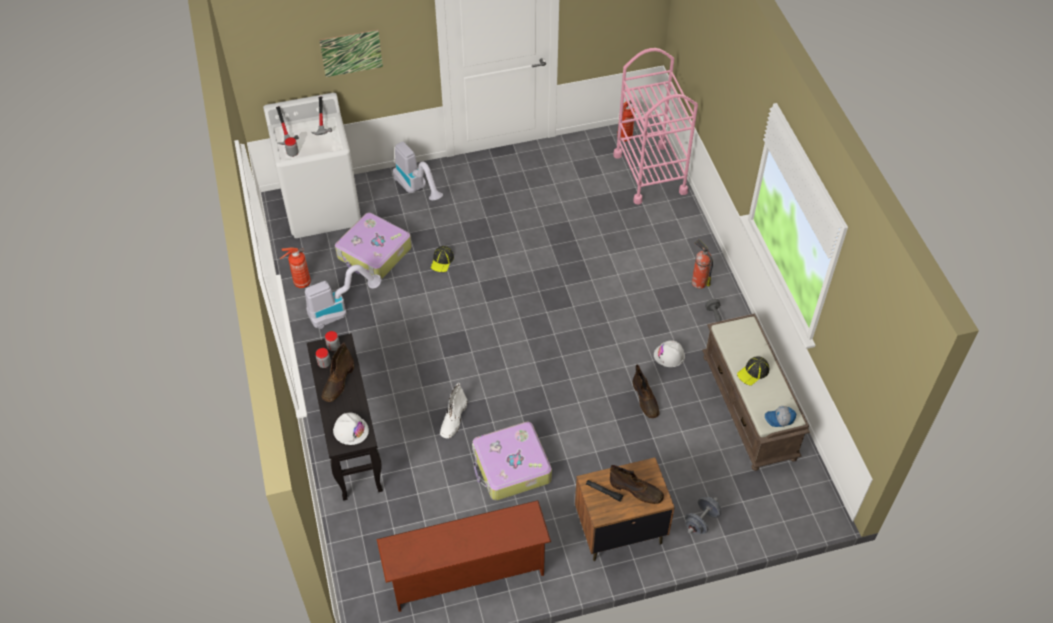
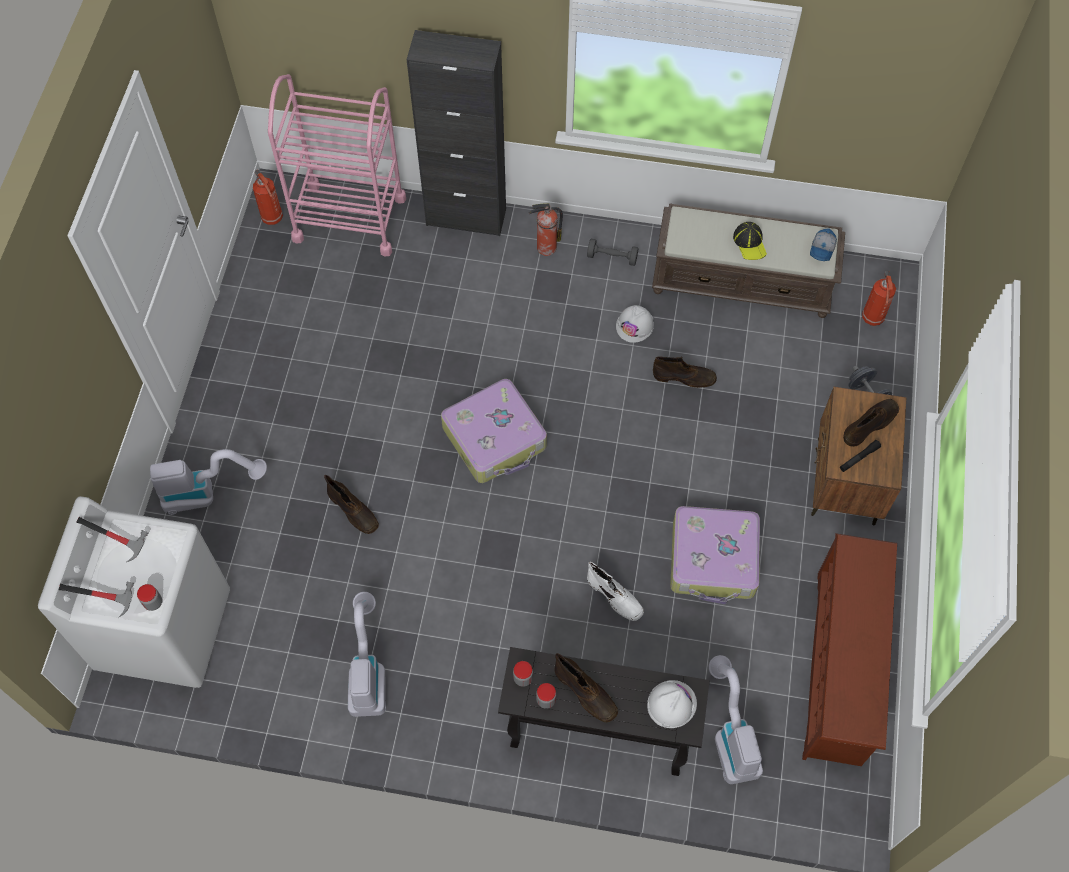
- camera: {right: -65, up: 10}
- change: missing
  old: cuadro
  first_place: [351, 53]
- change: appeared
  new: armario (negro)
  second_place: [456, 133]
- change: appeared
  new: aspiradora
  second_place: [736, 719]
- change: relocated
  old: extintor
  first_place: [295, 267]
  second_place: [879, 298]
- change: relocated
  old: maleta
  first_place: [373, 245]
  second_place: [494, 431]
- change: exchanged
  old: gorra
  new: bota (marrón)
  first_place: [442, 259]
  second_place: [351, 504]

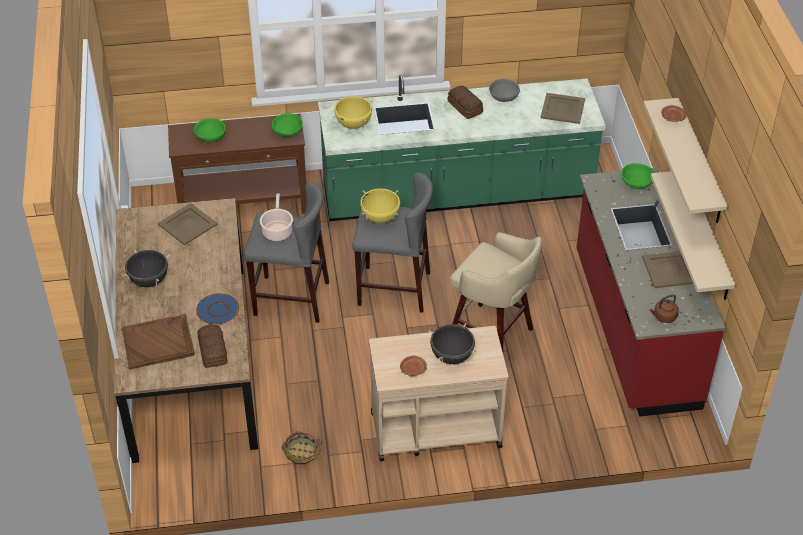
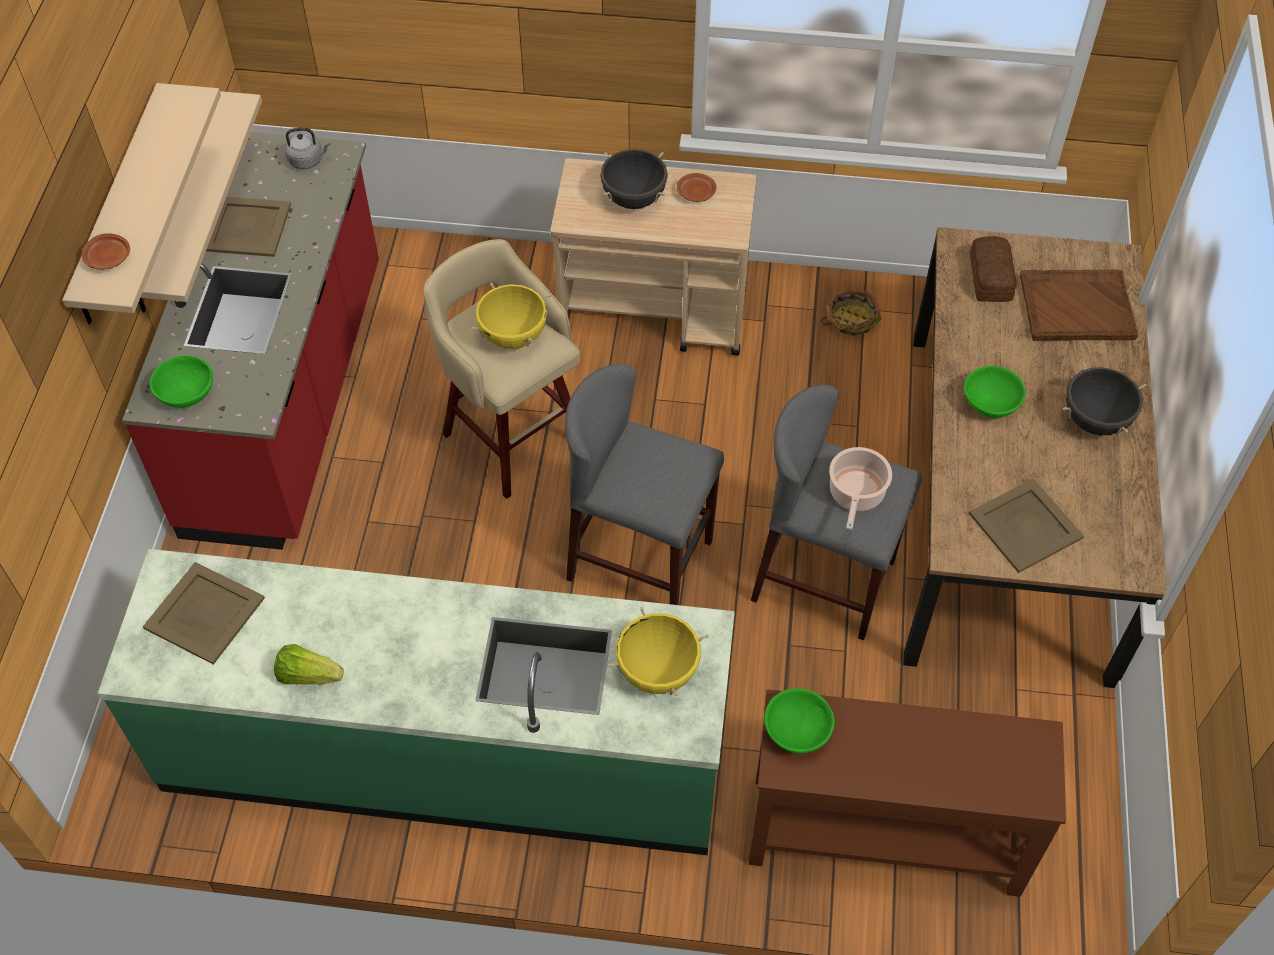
- camera: {right: -165, up: 10}
- change: missing
  old: plato (azul)
  first_place: [217, 309]
- change: missing
  old: pan
  first_place: [465, 102]
- change: relocated
  old: cuenco (verde)
  first_place: [209, 130]
  second_place: [995, 392]
- change: relocated
  old: olla (amarillo)
  first_place: [380, 205]
  second_place: [511, 316]
- change: exchanged
  old: cuenco (gris)
  new: lechuga
  first_place: [504, 90]
  second_place: [309, 664]
- change: colour
  old: hervidor (marrón)
  new: hervidor (gris)
  first_place: [664, 308]
  second_place: [308, 148]

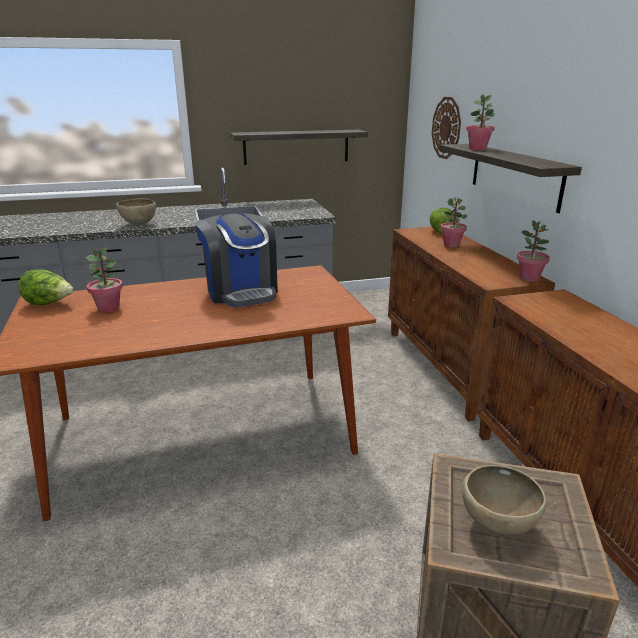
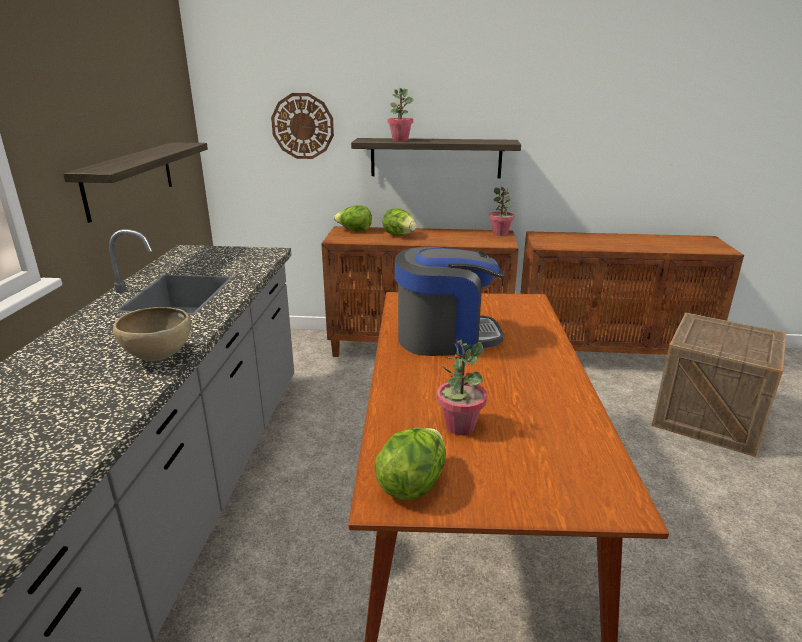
- camera: {right: -70, up: 0}
- change: missing
  old: cuenco (marrón)
  first_place: [504, 500]
- change: exchanged
  old: planta en maceta
  new: lechuga
  first_place: [454, 222]
  second_place: [399, 222]

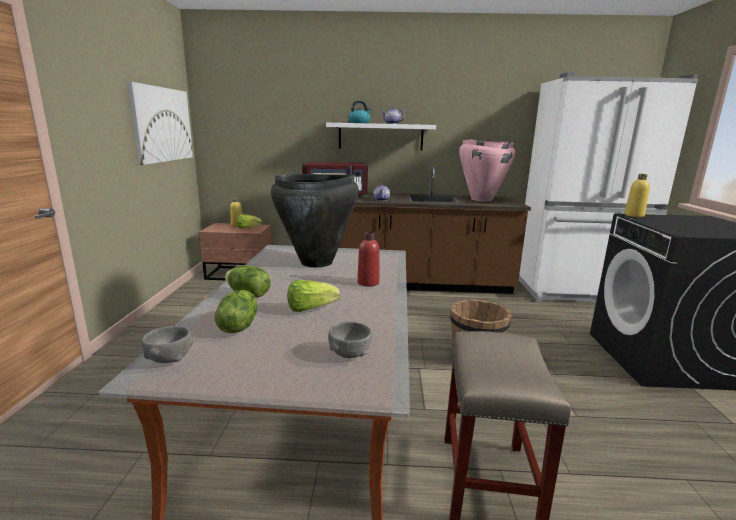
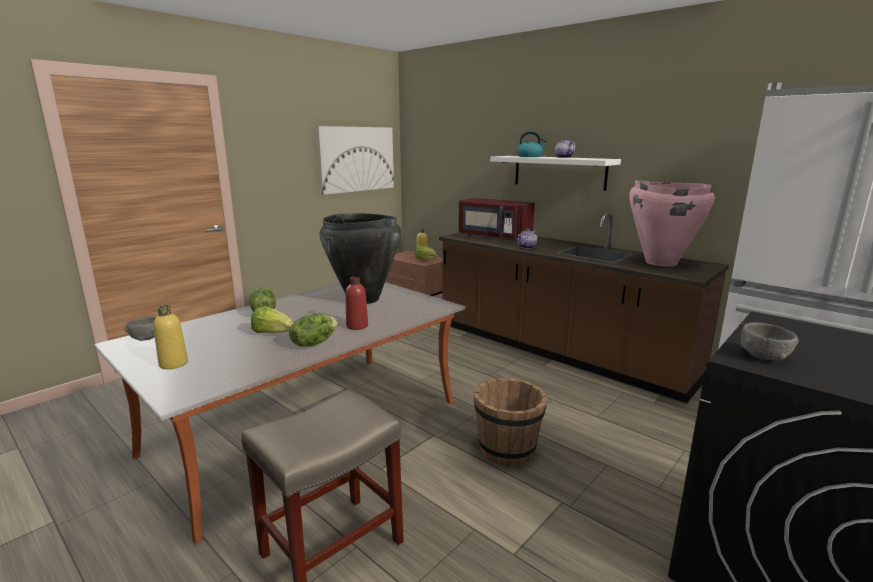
- camera: {right: 40, up: 0}
- change: relocated
  old: lechuga
  first_place: [235, 311]
  second_place: [313, 330]
- change: relocated
  old: cuenco (gris)
  first_place: [350, 340]
  second_place: [769, 341]
- change: relocated
  old: botella (amarillo)
  first_place: [637, 195]
  second_place: [170, 337]

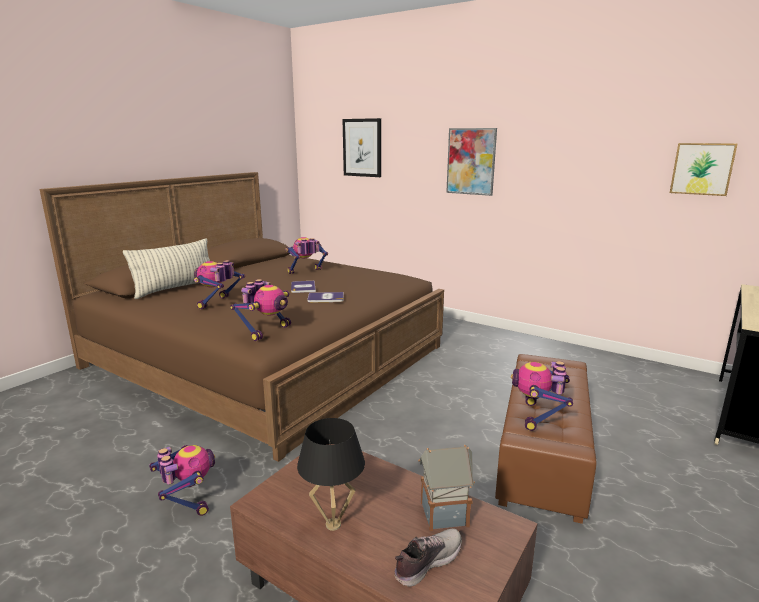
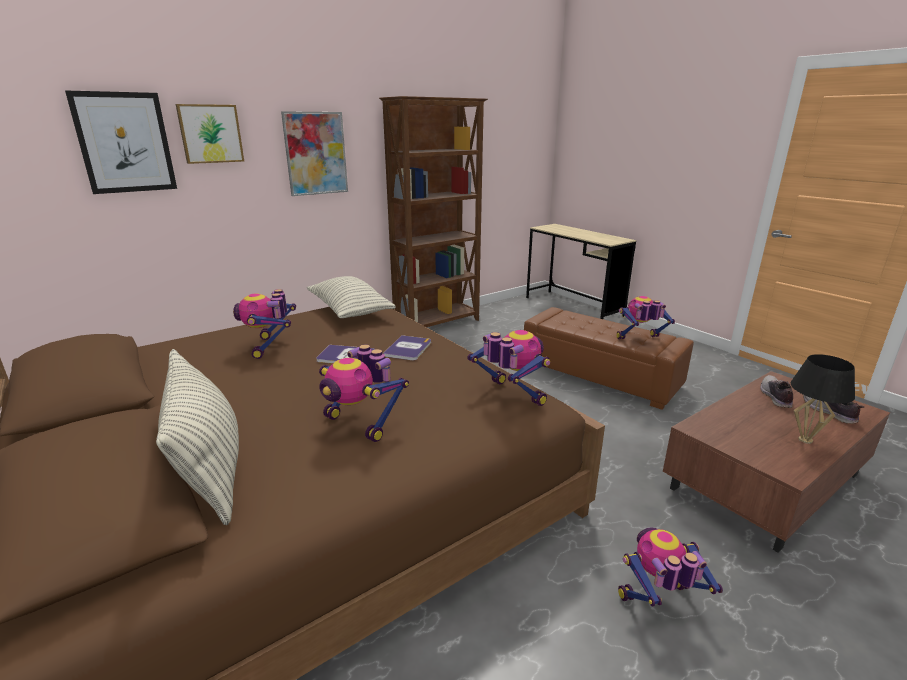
- camera: {right: -70, up: 5}
- change: appeared
  new: cojín
  second_place: [351, 297]
- change: appeared
  new: estantería (marrón)
  second_place: [433, 211]
- change: relocated
  old: cuadro
  first_place: [703, 169]
  second_place: [210, 134]
- change: exchanged
  old: casita
  new: zapato
  first_place: [446, 488]
  second_place: [776, 391]
- change: spun
  old: robot de juguete
  first_place: [542, 396]
  second_place: [645, 317]
  degrees: 135

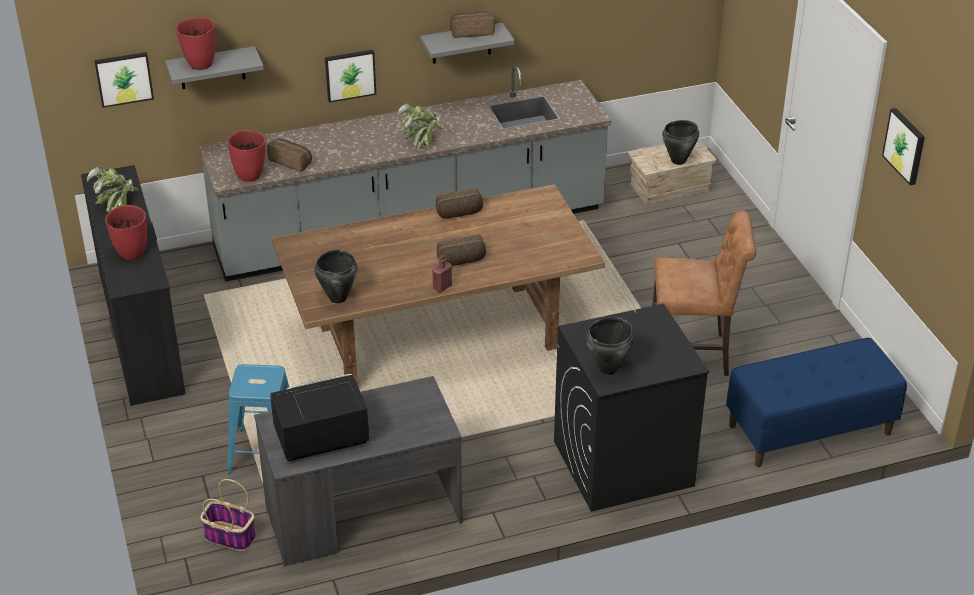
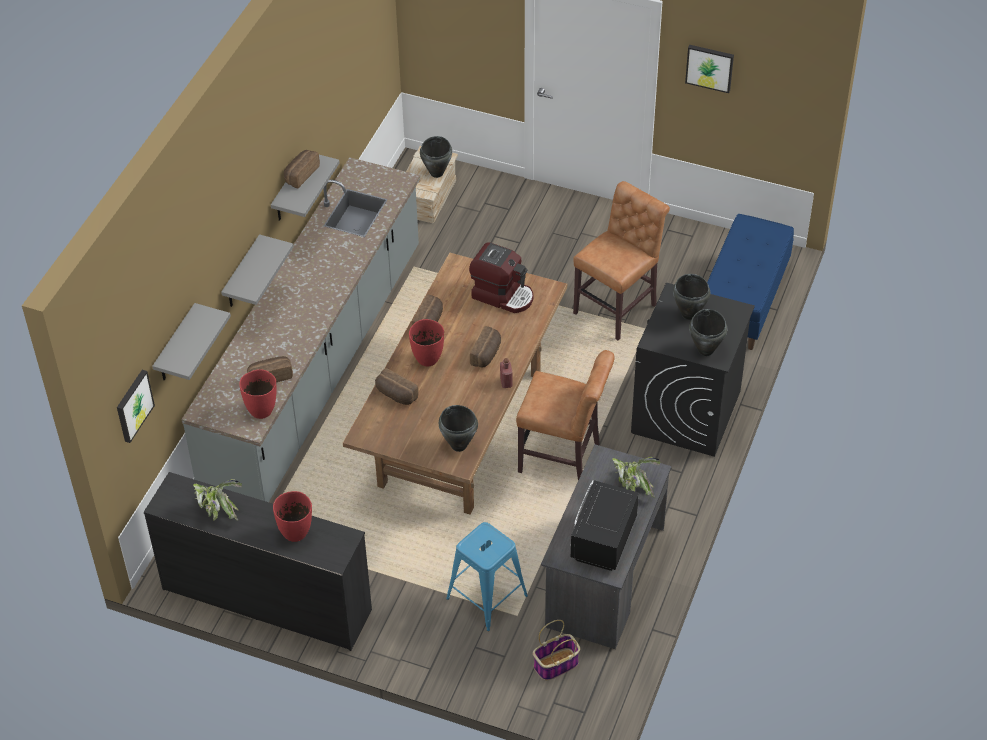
- camera: {right: -50, up: 10}
- change: appeared
  new: pan
  second_place: [397, 386]
- change: appeared
  new: cafetera
  second_place: [501, 277]
- change: appeared
  new: silla (marrón)
  second_place: [565, 415]
- change: appeared
  new: olla (negro)
  second_place: [691, 297]
- change: relocated
  old: florero (rojo)
  first_place: [196, 43]
  second_place: [426, 342]
- change: relocated
  old: planta en maceta
  first_place: [419, 126]
  second_place: [637, 477]
- change: exchanged
  old: cuadro
  new: estante (gris)
  first_place: [350, 76]
  second_place: [257, 270]

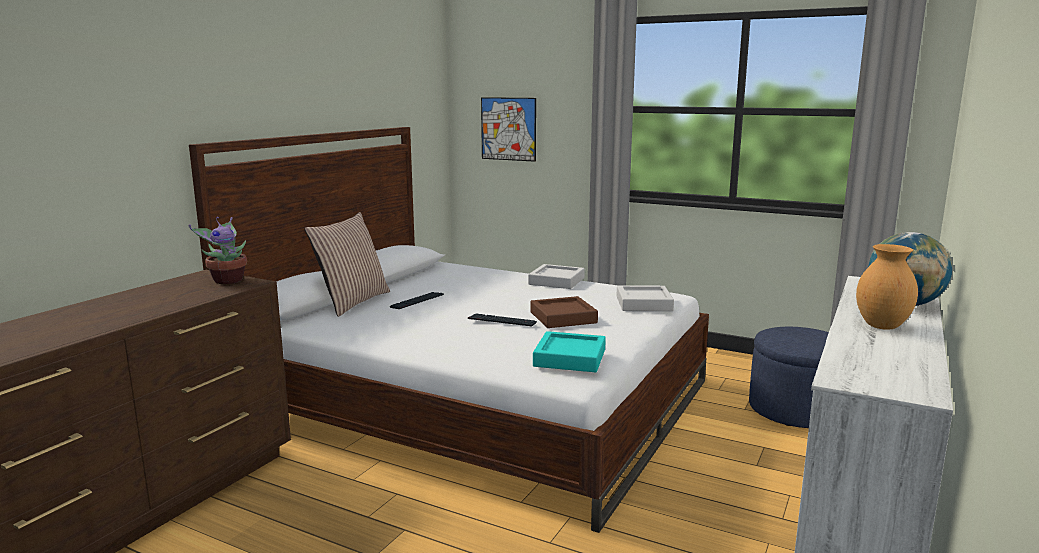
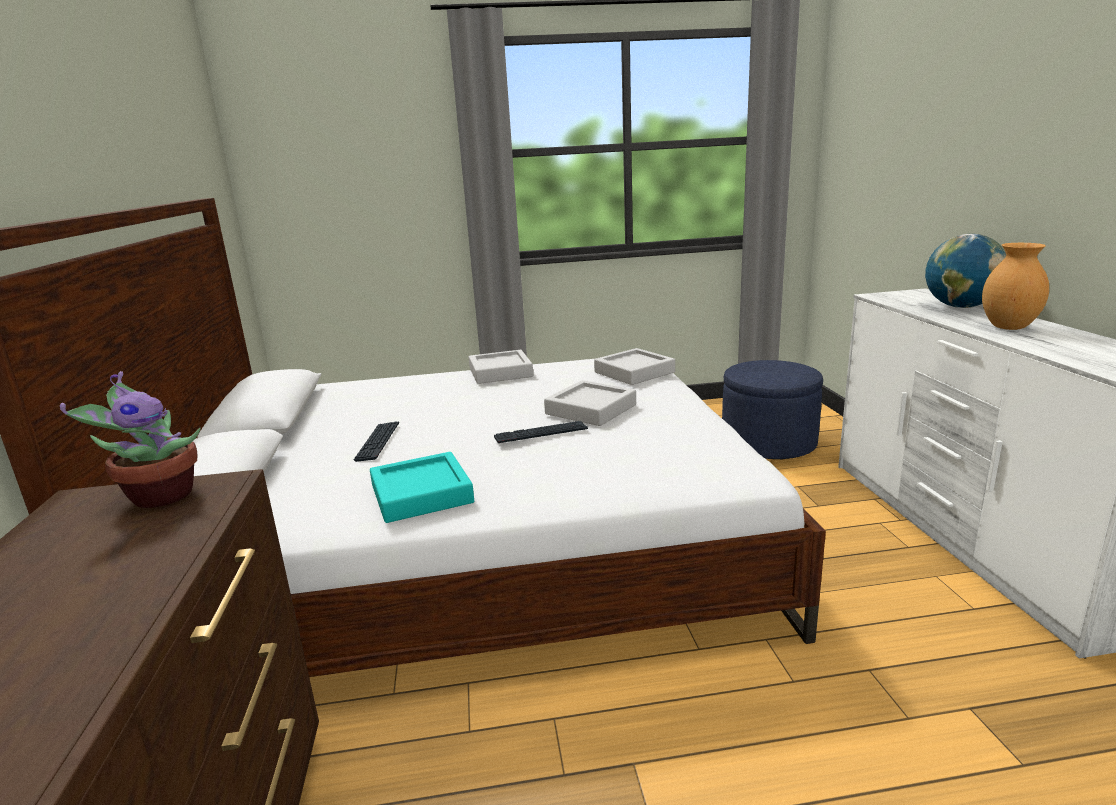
- camera: {right: -35, up: 5}
- change: missing
  old: cojín
  first_place: [347, 264]
- change: missing
  old: cuadro
  first_place: [508, 129]
- change: relocated
  old: bandeja (turquesa)
  first_place: [569, 351]
  second_place: [422, 487]
- change: colour
  old: bandeja (marrón)
  new: bandeja (gris)
  first_place: [564, 312]
  second_place: [590, 403]

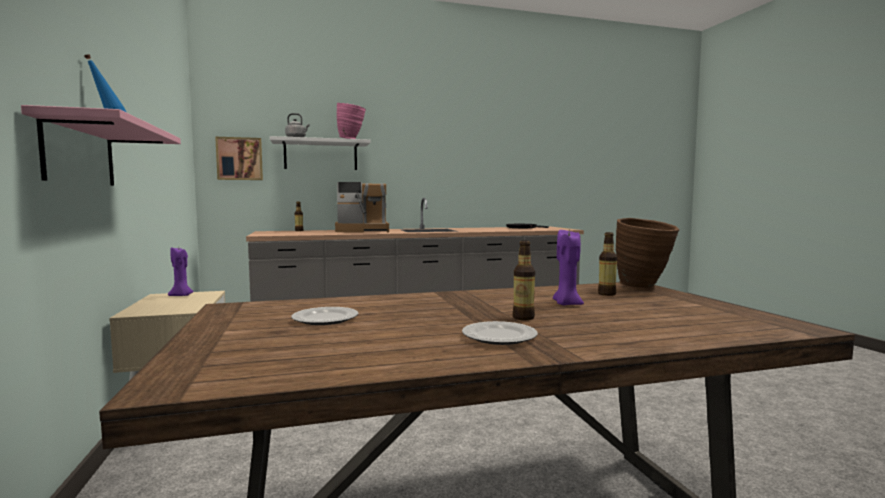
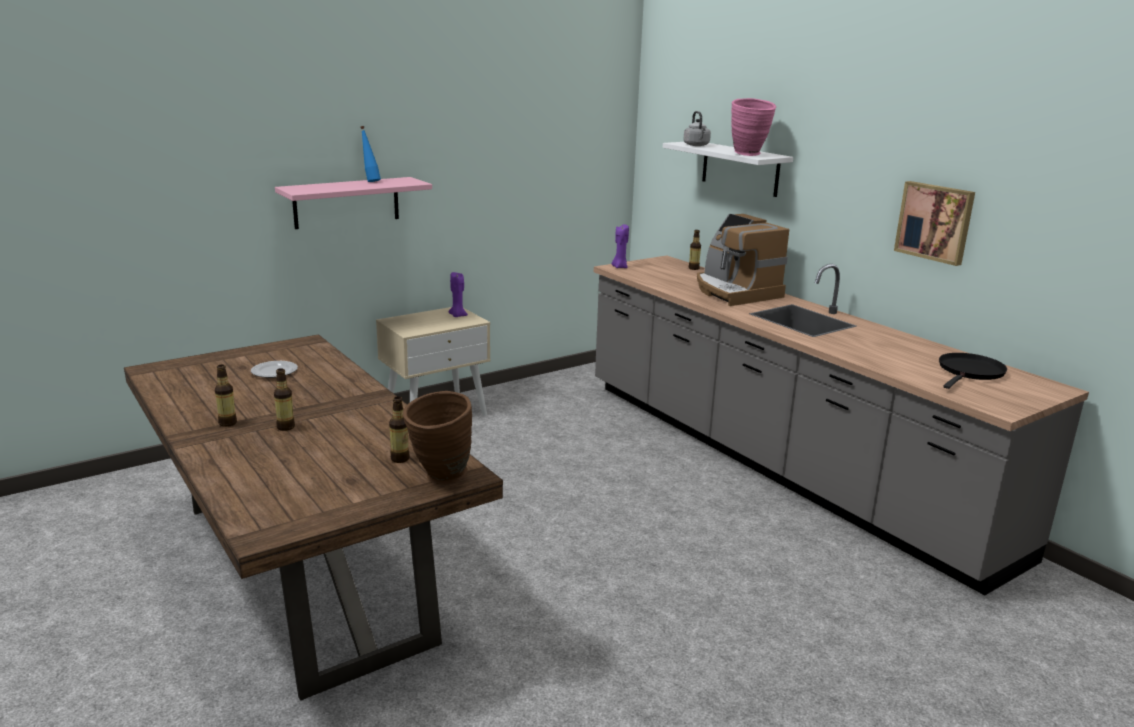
- camera: {right: 70, up: 15}
- change: relocated
  old: cuadro
  first_place: [239, 158]
  second_place: [934, 223]
- change: relocated
  old: vela (morado)
  first_place: [568, 267]
  second_place: [620, 246]
- change: exchanged
  old: plato
  new: botella
  first_place: [500, 333]
  second_place: [226, 396]

